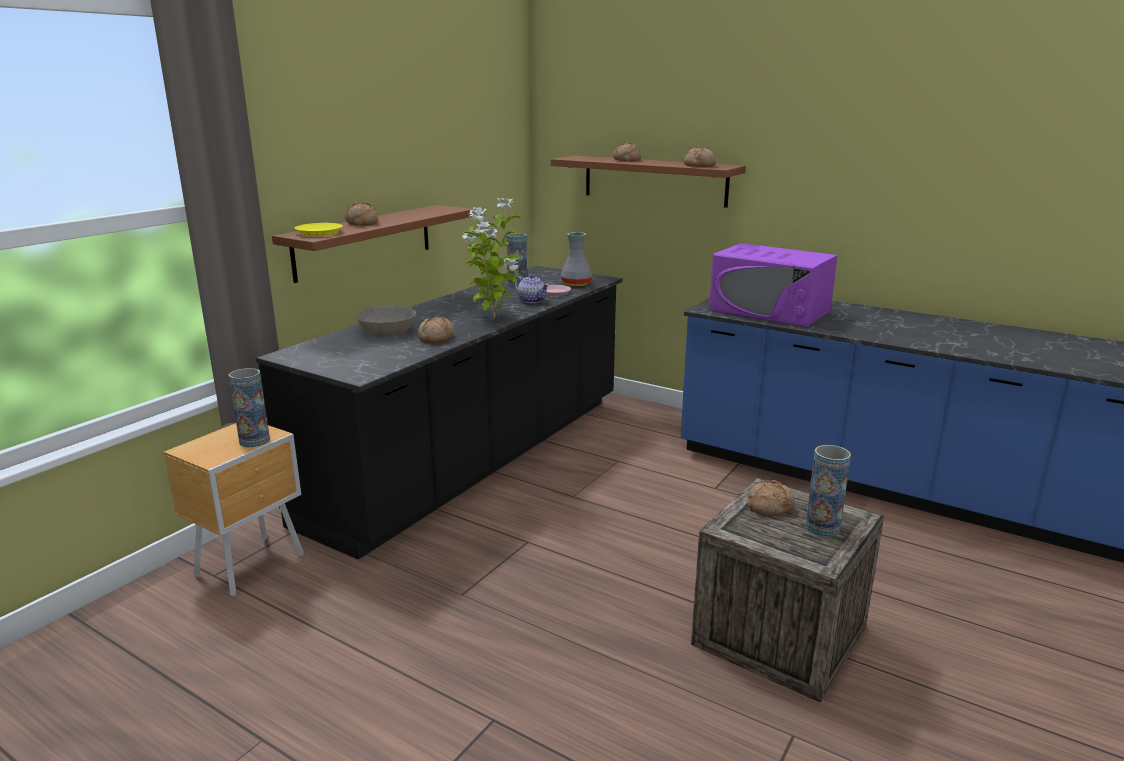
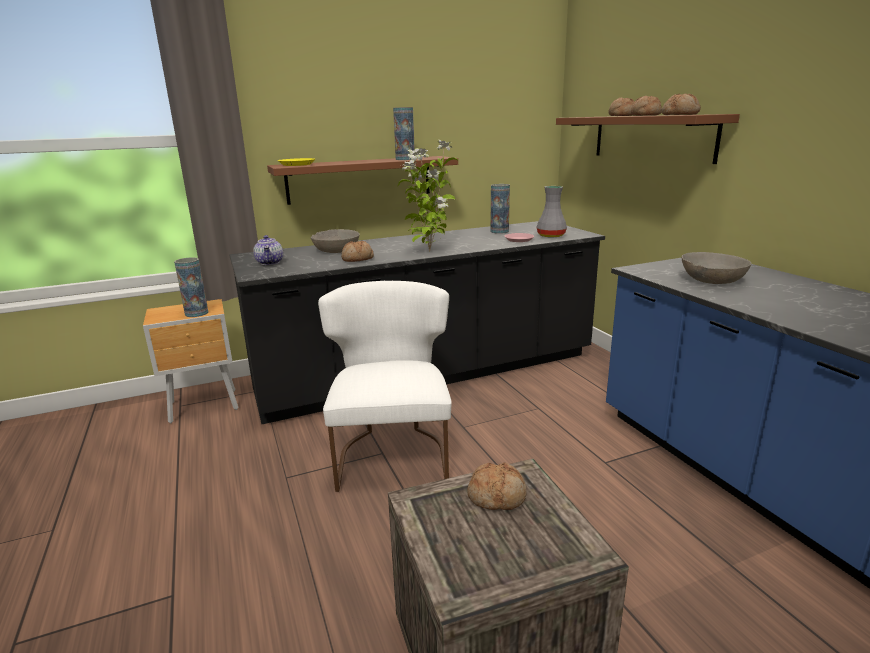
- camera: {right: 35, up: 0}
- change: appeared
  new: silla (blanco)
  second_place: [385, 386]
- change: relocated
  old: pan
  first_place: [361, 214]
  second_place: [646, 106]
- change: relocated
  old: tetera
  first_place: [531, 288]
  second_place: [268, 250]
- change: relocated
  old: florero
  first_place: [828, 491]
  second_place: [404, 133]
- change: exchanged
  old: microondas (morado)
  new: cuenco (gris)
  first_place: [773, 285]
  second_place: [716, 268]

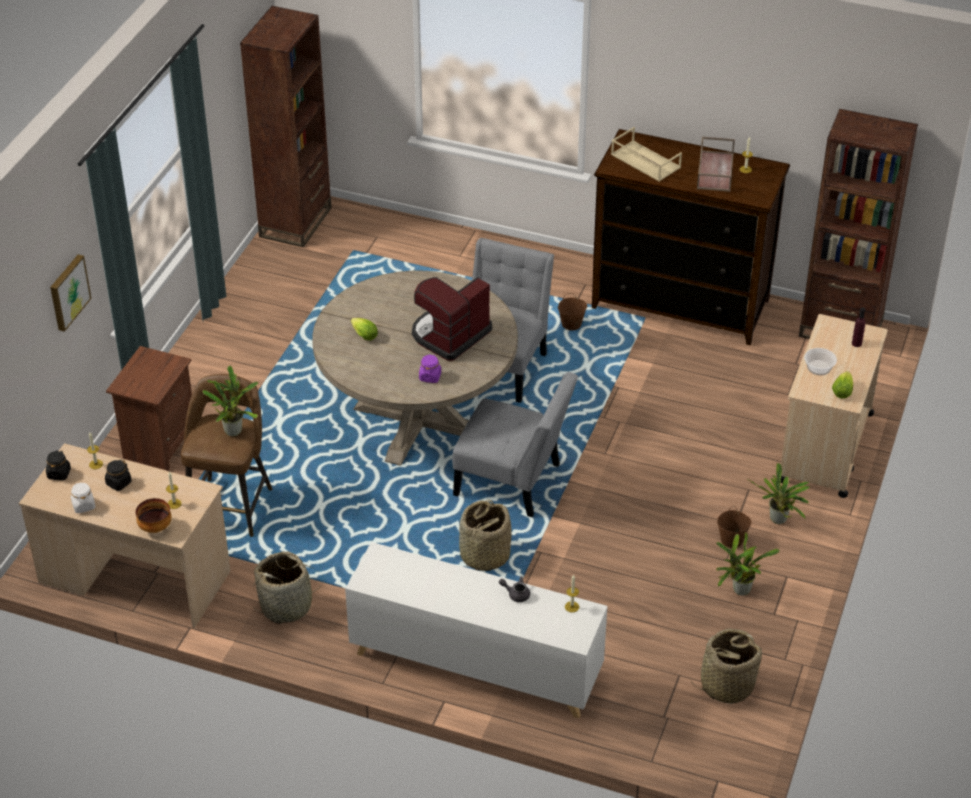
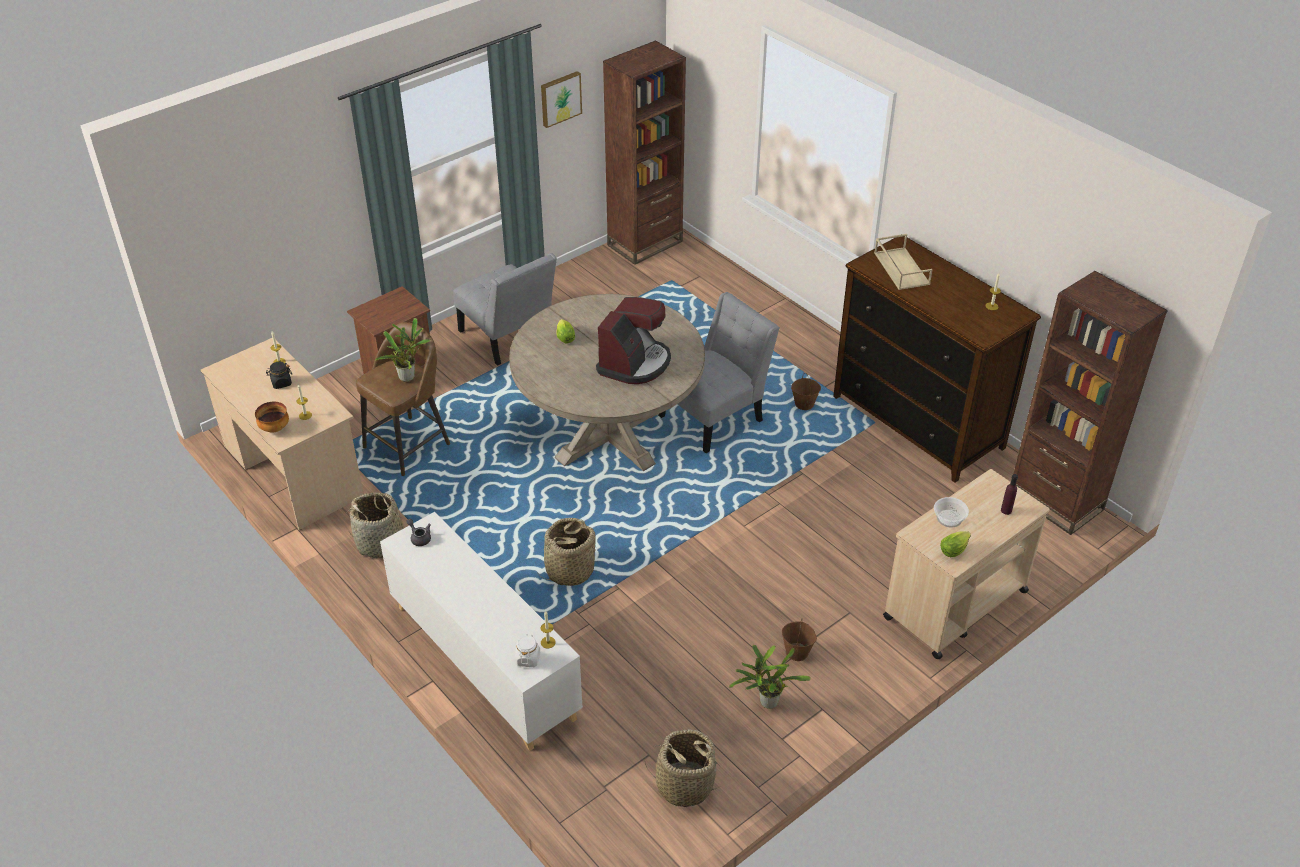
- camera: {right: 30, up: 0}
- change: missing
  old: tarro (negro)
  first_place: [58, 465]
- change: missing
  old: tarro (morado)
  first_place: [430, 368]
- change: missing
  old: bandeja (marrón)
  first_place: [716, 164]
- change: missing
  old: planta en maceta
  first_place: [778, 493]
- change: relocated
  old: cuadro
  first_place: [71, 293]
  second_place: [561, 99]
- change: relocated
  old: tarro (blanco)
  first_place: [83, 497]
  second_place: [527, 650]
- change: relocated
  old: silla (gris)
  first_place: [515, 444]
  second_place: [505, 309]
- change: relocated
  old: tetera (gris)
  first_place: [514, 589]
  second_place: [419, 532]
- change: spun
  old: cafetera
  first_place: [452, 319]
  second_place: [633, 340]
  degrees: 135

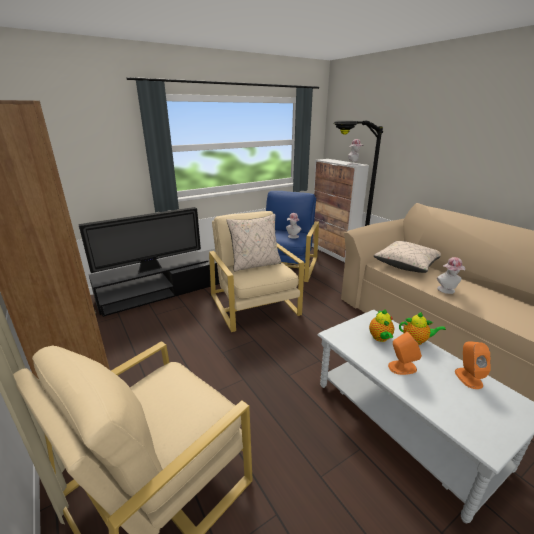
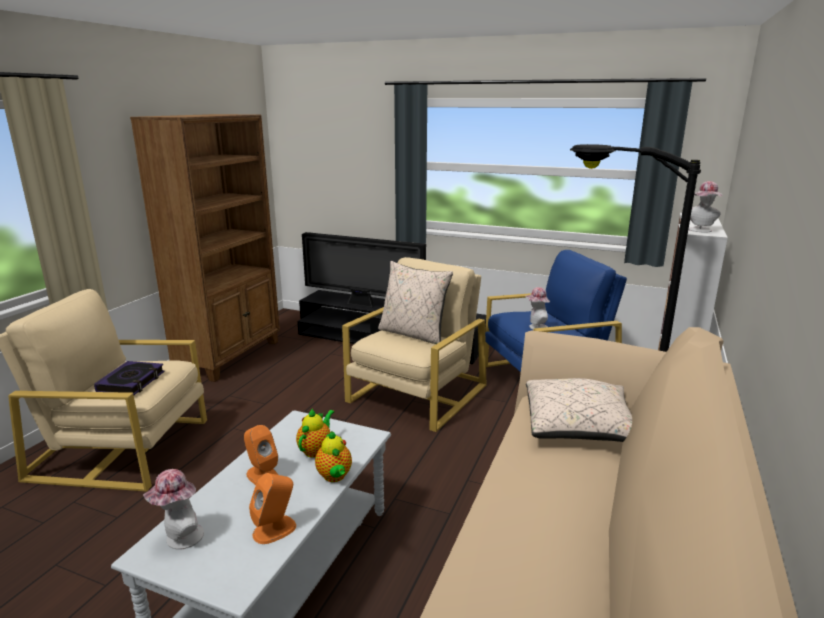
- camera: {right: 55, up: -5}
- change: appeared
  new: libro
  second_place: [129, 378]
- change: relocated
  old: sombrero
  first_place: [451, 275]
  second_place: [173, 509]
- change: spun
  old: tetera
  first_place: [381, 325]
  second_place: [315, 433]
  degrees: 150

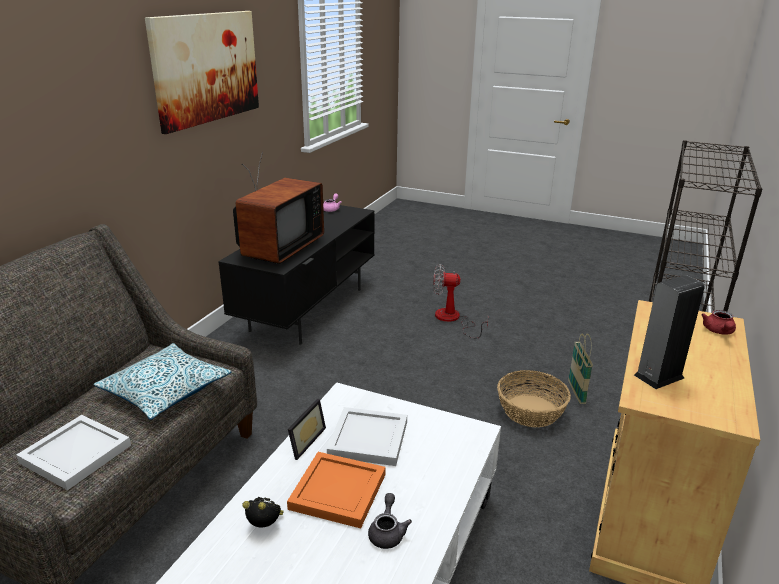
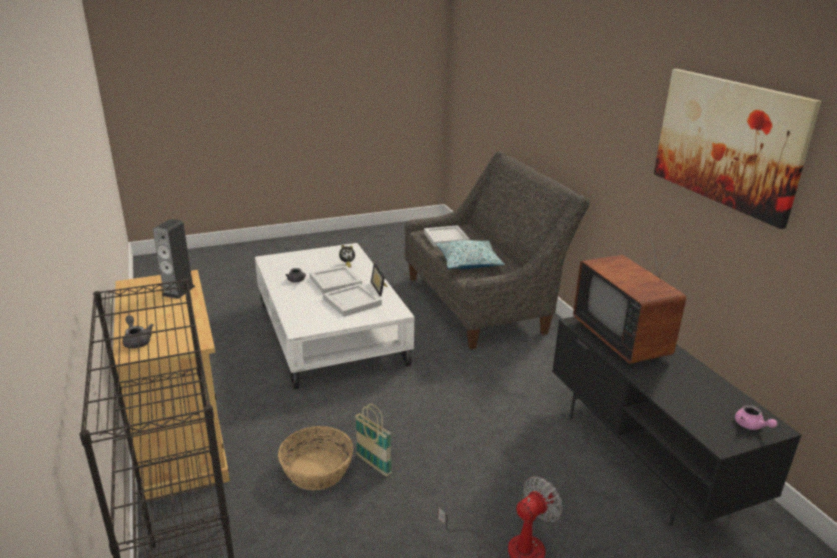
- camera: {right: 135, up: 0}
- change: relocated
  old: cesta
  first_place: [580, 368]
  second_place: [373, 440]
- change: colour
  old: bandeja (naranja)
  new: bandeja (blanco)
  first_place: [336, 490]
  second_place: [335, 279]
- change: colour
  old: tetera (rojo)
  new: tetera (gris)
  first_place: [718, 322]
  second_place: [138, 332]

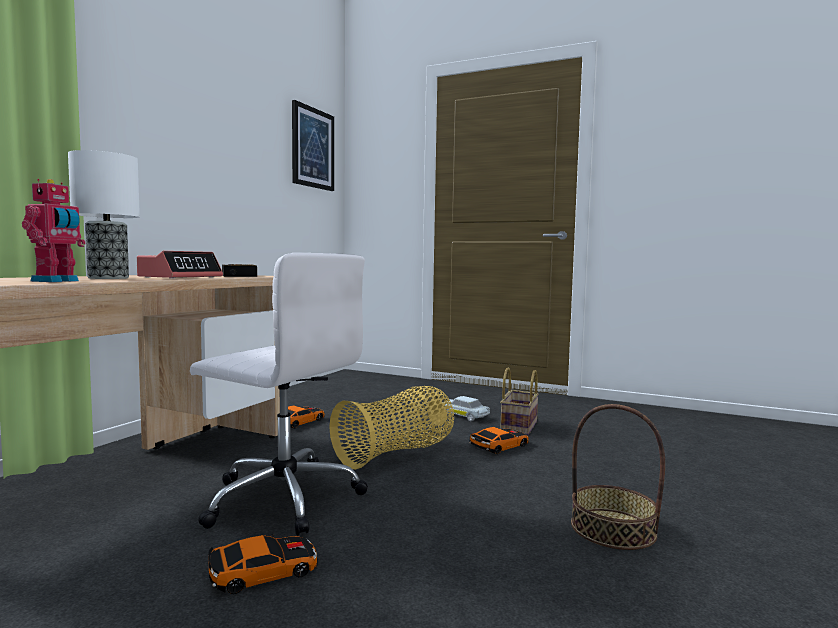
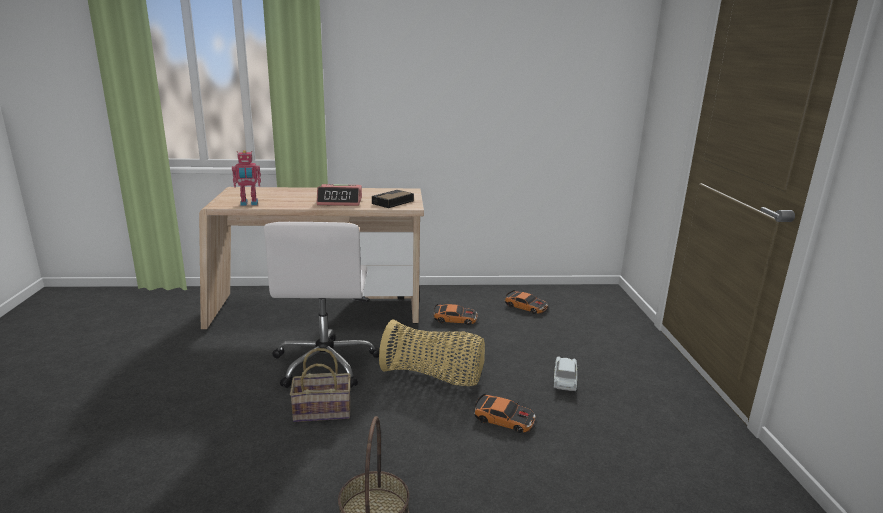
- camera: {right: 60, up: 15}
- change: missing
  old: lámpara de mesa
  first_place: [104, 214]
- change: missing
  old: cuadro
  first_place: [313, 145]
- change: relocated
  old: coche de juguete
  first_place: [263, 564]
  second_place: [526, 302]
- change: relocated
  old: cesta
  first_place: [519, 401]
  second_place: [320, 385]

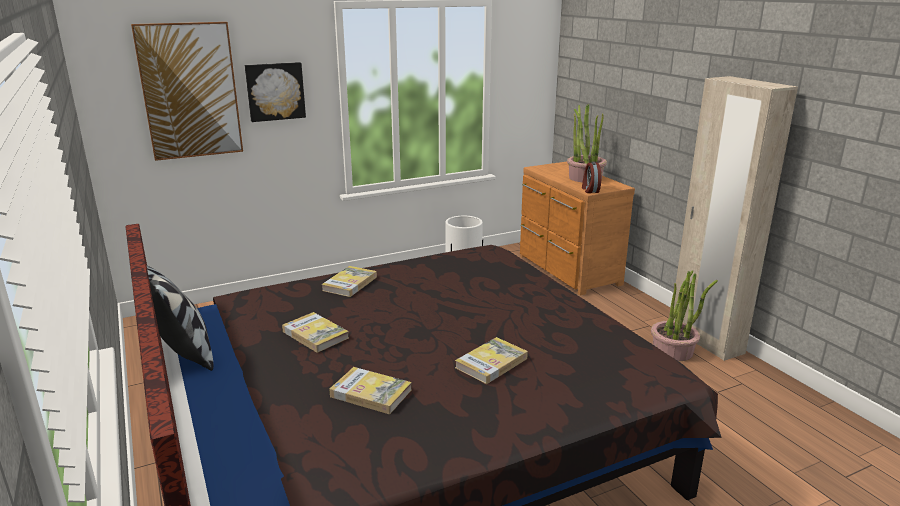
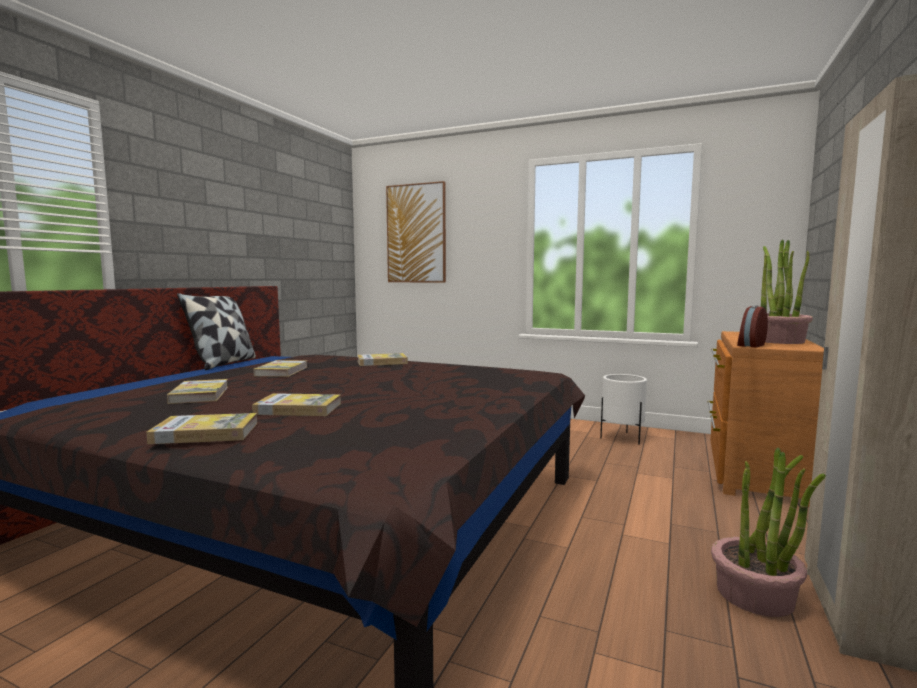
- camera: {right: 50, up: -15}
- change: missing
  old: cuadro
  first_place: [275, 92]
- change: appeared
  new: libro
  second_place: [201, 428]

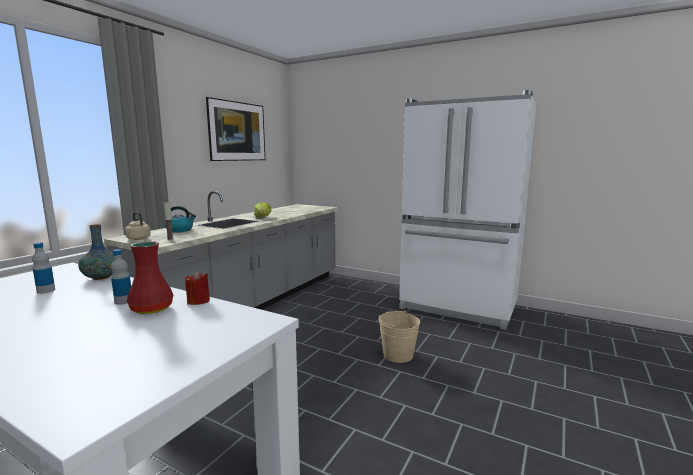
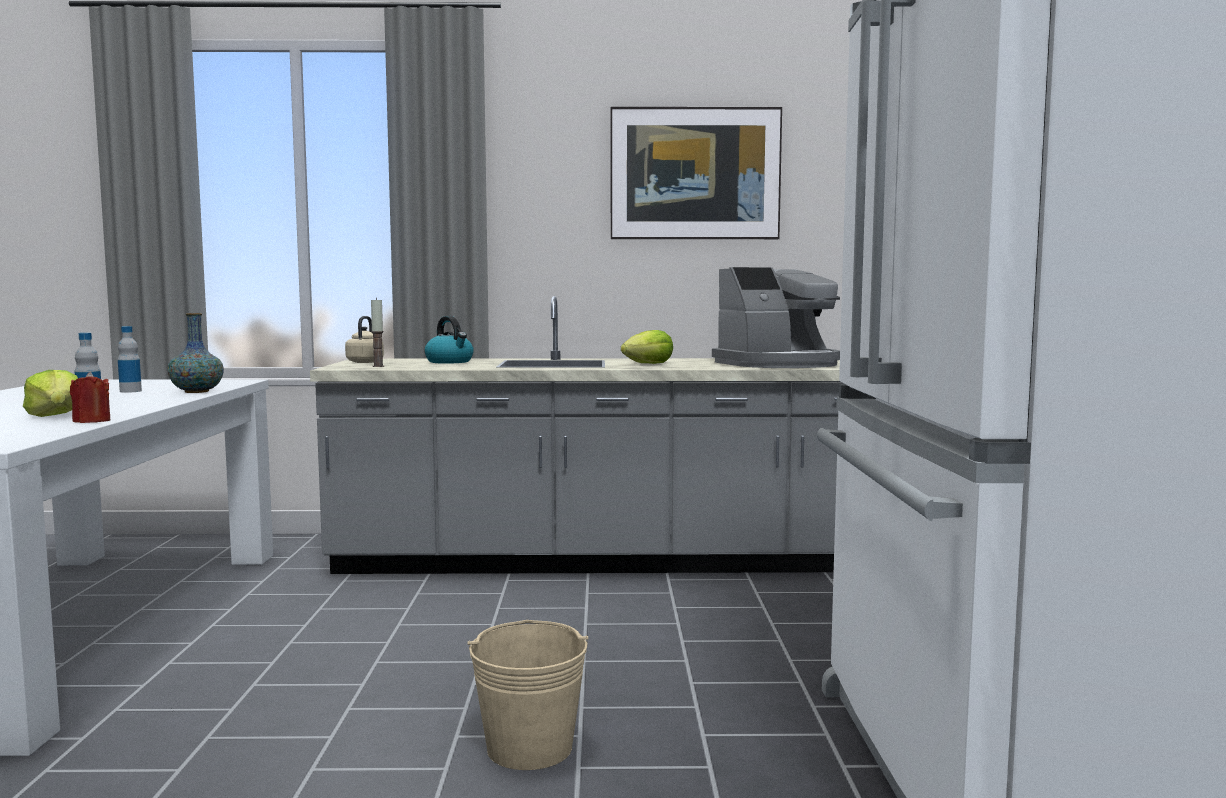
- camera: {right: 60, up: -5}
- change: appeared
  new: cafetera
  second_place: [776, 317]
- change: exchanged
  old: florero (rojo)
  new: lechuga
  first_place: [150, 277]
  second_place: [50, 393]

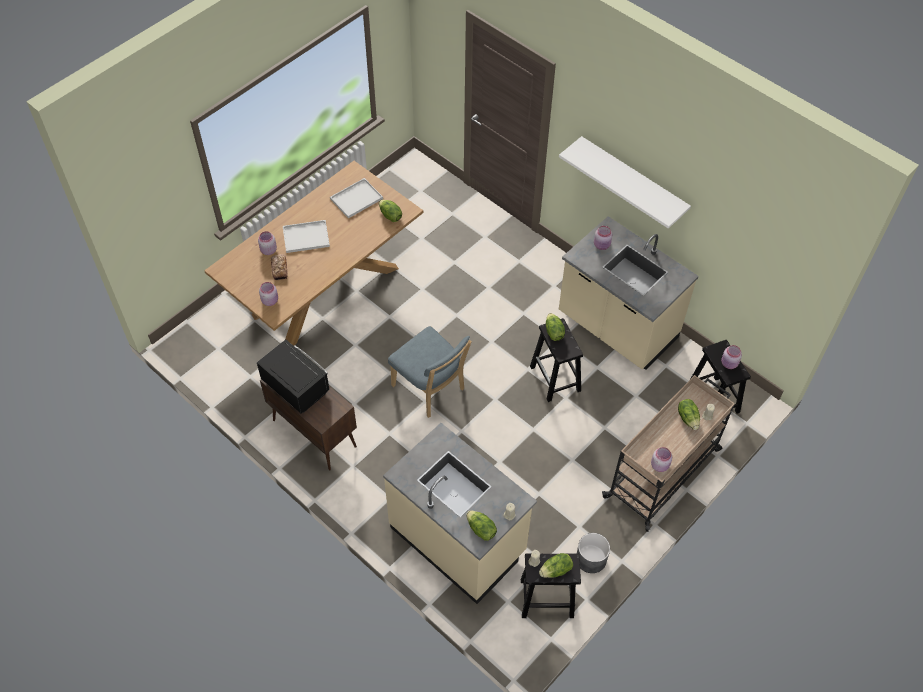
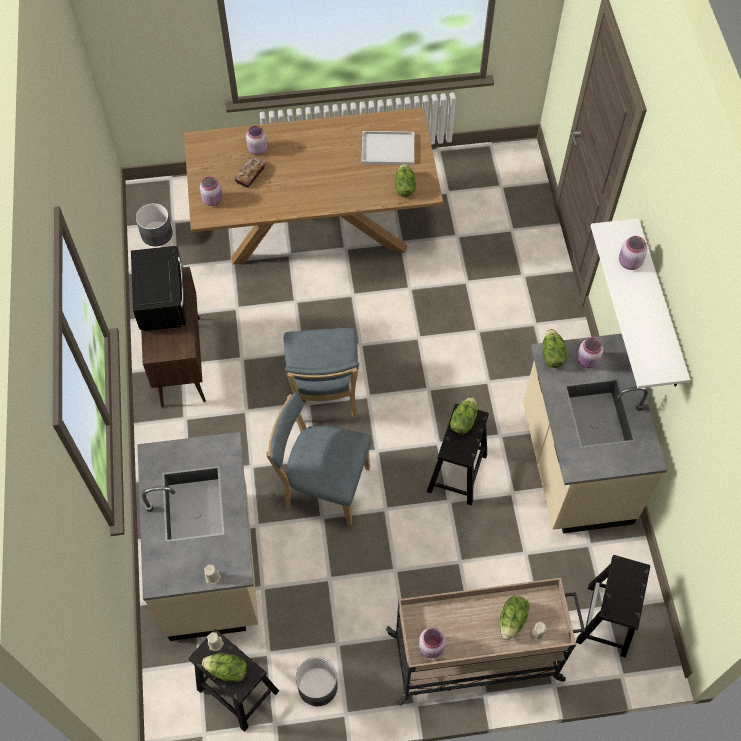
- camera: {right: 40, up: 5}
- change: missing
  old: bandeja (blanco)
  first_place: [306, 236]
- change: appeared
  new: maceta (gris)
  second_place: [154, 225]
- change: appeared
  new: silla (azul)
  second_place: [318, 459]
- change: relocated
  old: lechuga
  first_place: [481, 525]
  second_place: [554, 348]
- change: relocated
  old: tarro (rosa)
  first_place: [731, 357]
  second_place: [633, 253]

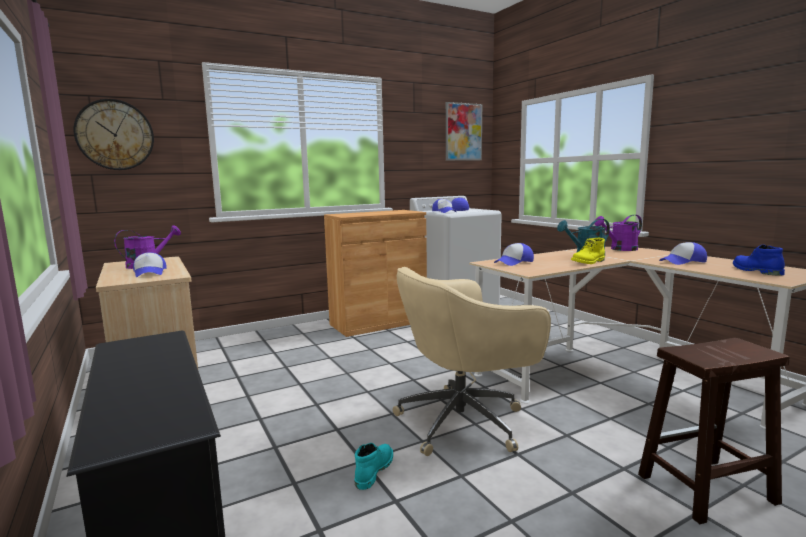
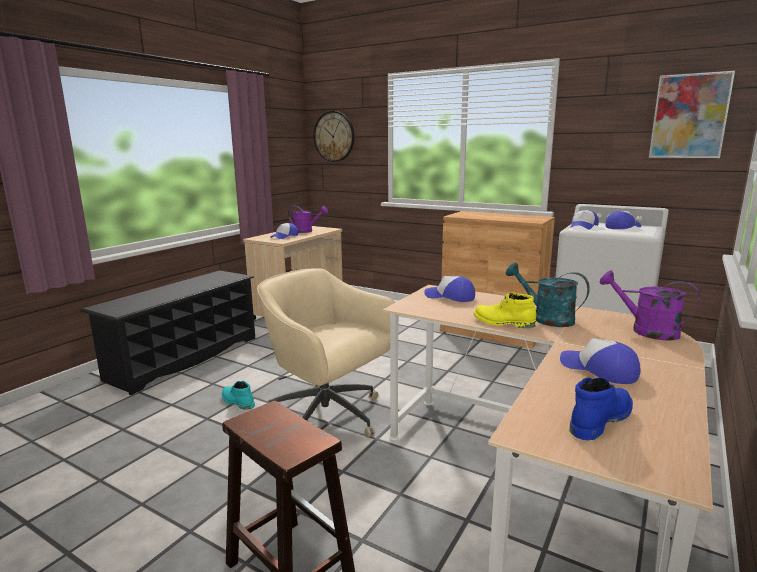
- camera: {right: 60, up: 5}
- change: spun
  old: bota (turquesa)
  first_place: [374, 466]
  second_place: [238, 395]
  degrees: -135

